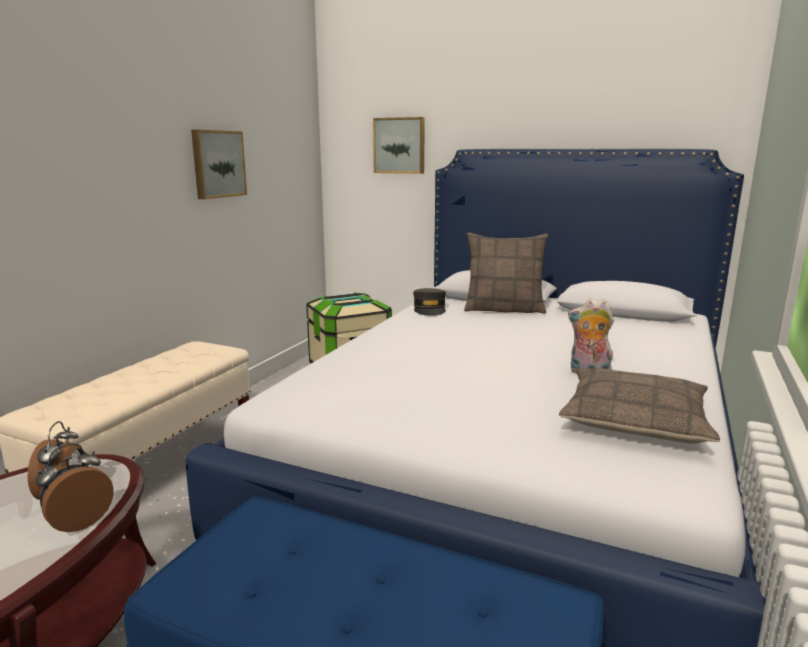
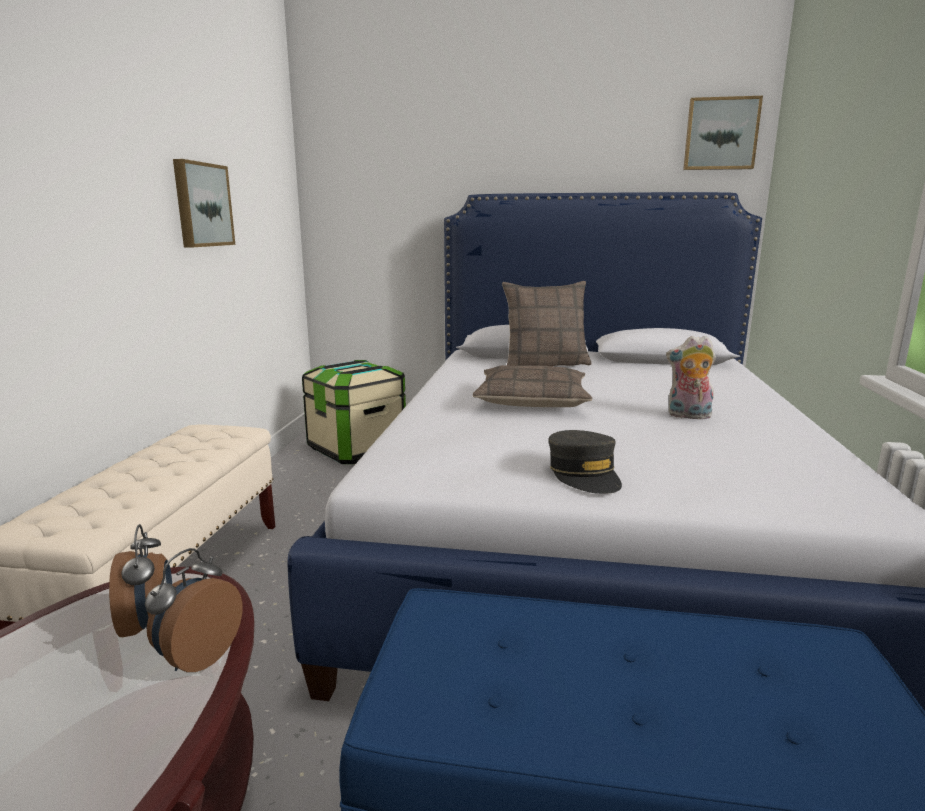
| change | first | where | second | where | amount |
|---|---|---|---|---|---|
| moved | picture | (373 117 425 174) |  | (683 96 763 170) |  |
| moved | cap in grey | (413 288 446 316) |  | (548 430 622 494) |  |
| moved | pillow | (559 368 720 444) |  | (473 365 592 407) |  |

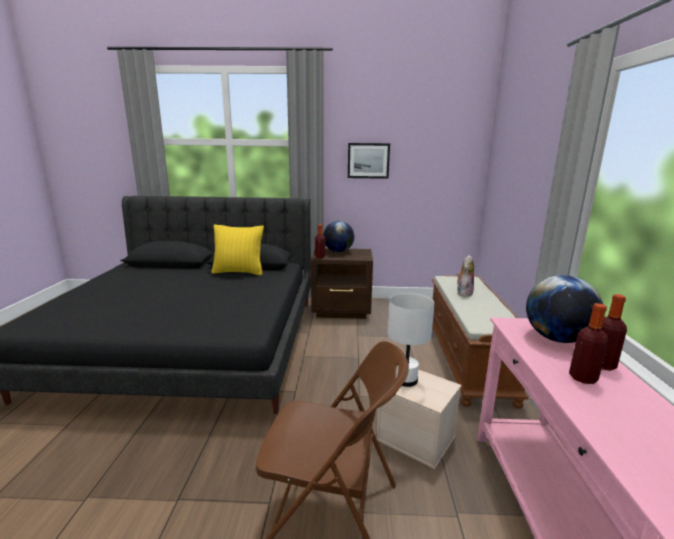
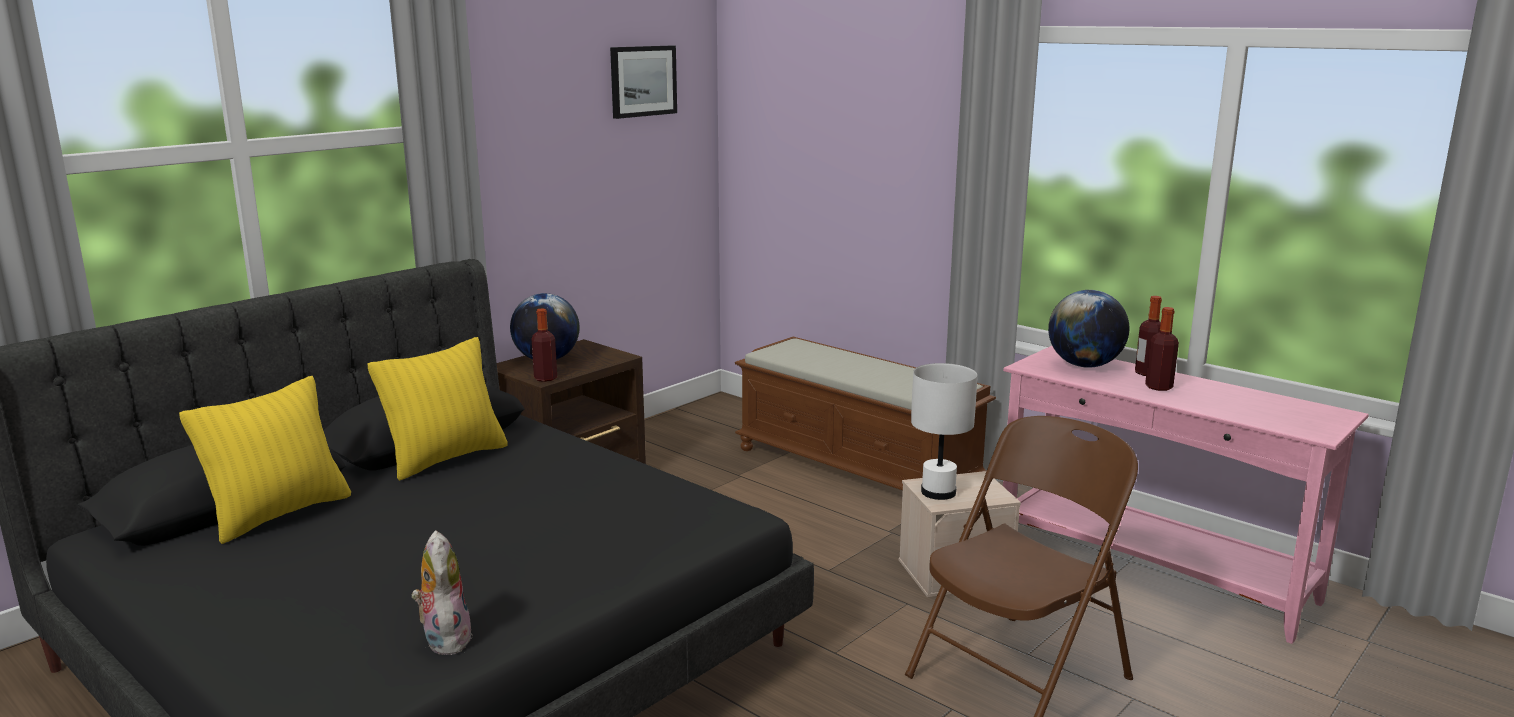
| change | first | where | second | where | amount |
|---|---|---|---|---|---|
| moved | picture | (348 143 390 179) |  | (610 46 677 119) |  |
| moved | plush toy | (457 255 474 297) |  | (411 530 473 655) |  |
| added |  |  | pillow in yellow | (179 376 351 544) |  |

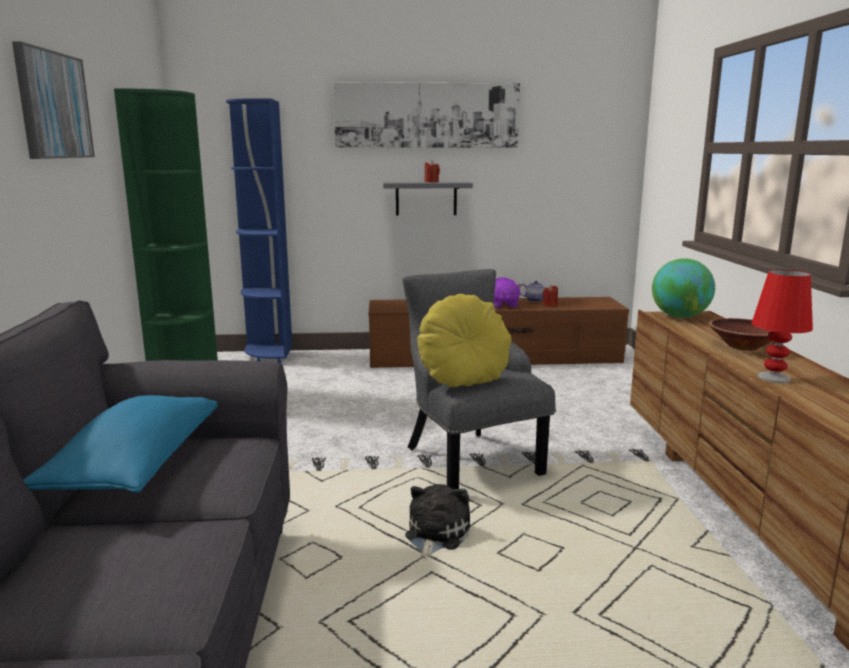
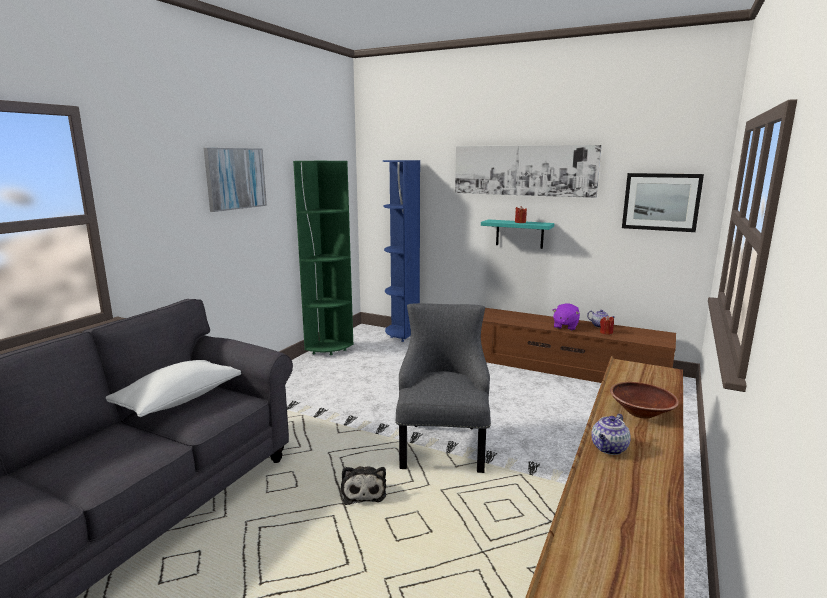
| change | first | where | second | where | amount |
|---|---|---|---|---|---|
| recoloured | pillow in blue | (23 395 218 493) | pillow in white | (106 360 241 417) |  |
| recoloured | shelf in grey | (383 182 473 215) | shelf in turquoise | (481 219 554 249) |  |
| turned | plush toy | (405 484 470 560) |  | (341 466 386 505) | 120 degrees clockwise |
| removed | pillow in yellow | (417 294 511 387) |  |  |  |
| removed | globe | (652 258 715 318) |  |  |  |
| replaced | table lamp in red | (752 269 813 383) | teapot | (591 414 631 455) |  |
| added |  |  | picture | (622 173 704 232) |  |

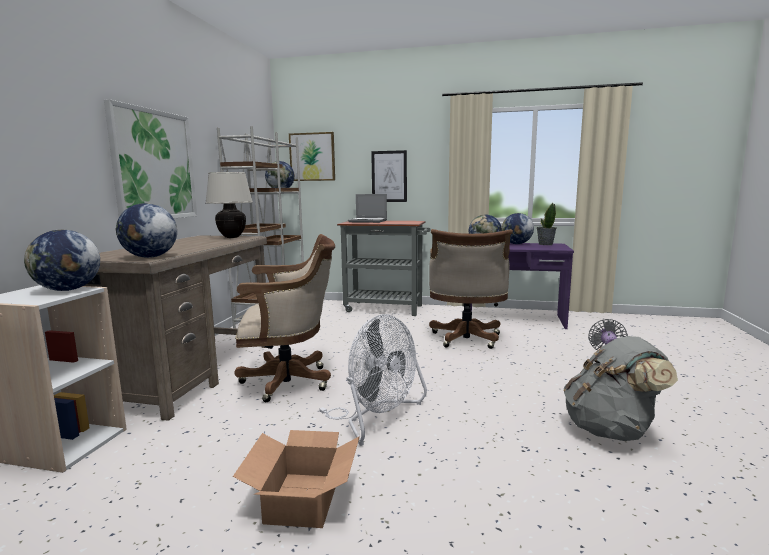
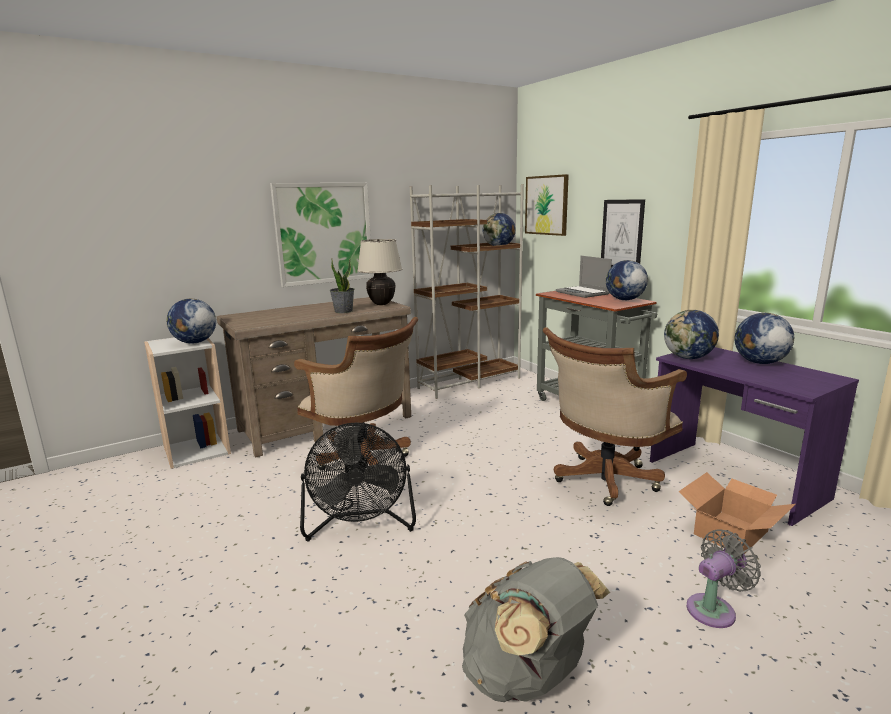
| change | first | where | second | where | amount |
|---|---|---|---|---|---|
| moved | globe | (115 203 177 258) |  | (606 260 648 300) |  |
| moved | cardboard box | (233 430 360 528) |  | (678 472 796 554) |  |
| recoloured | fan in white | (319 314 427 446) | fan in black | (300 423 416 542) |  |
| moved | potted plant | (537 203 556 245) |  | (330 259 354 313) |  |

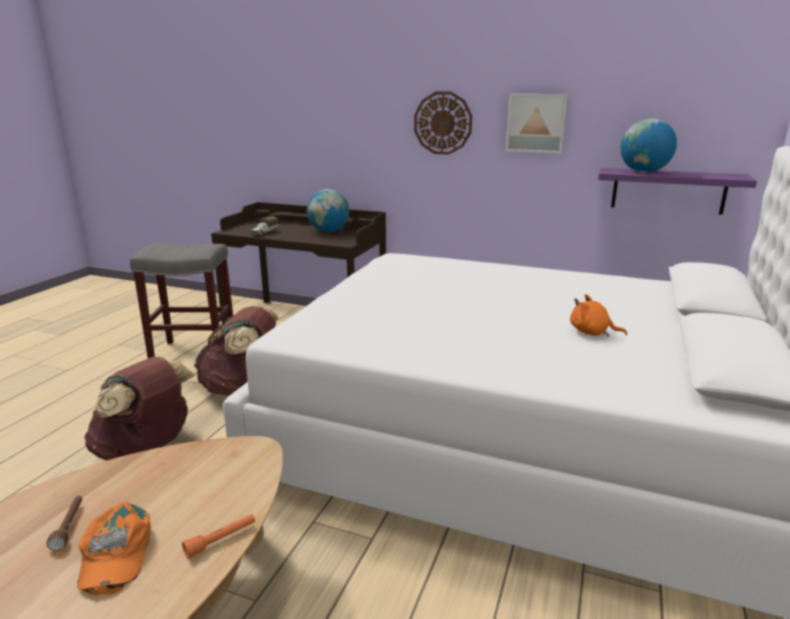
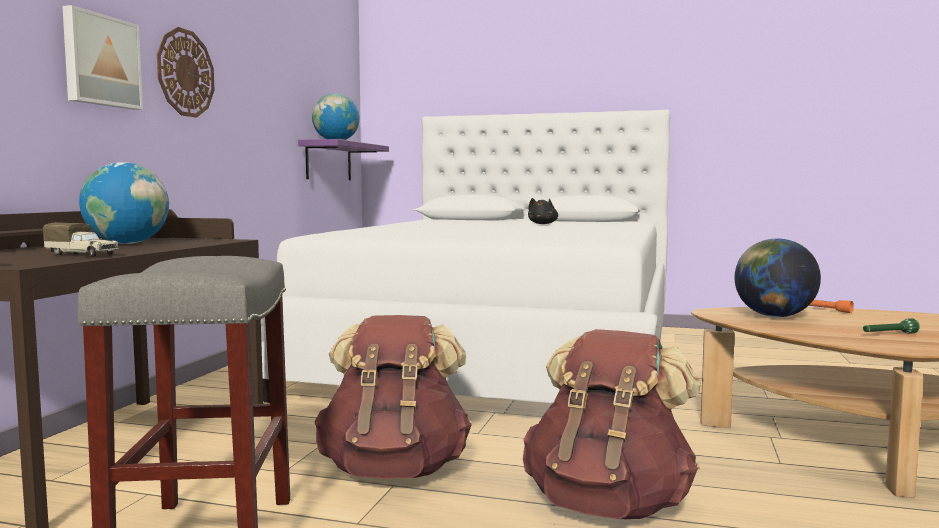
| change | first | where | second | where | amount |
|---|---|---|---|---|---|
| recoloured | flashlight in brown | (47 496 82 551) | flashlight in green | (863 318 920 334) |  |
| removed | cap in orange | (77 502 151 595) |  |  |  |
| moved | picture | (506 94 568 153) |  | (62 5 143 110) |  |
| recoloured | plush toy in orange | (570 294 627 337) | plush toy in black | (528 198 558 224) |  |
| added |  |  | globe | (735 238 821 317) |  |

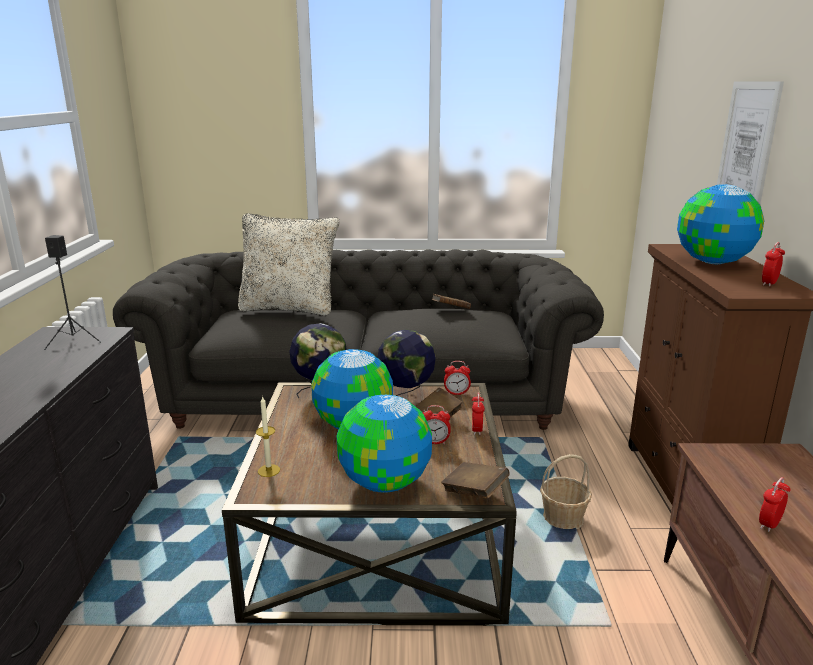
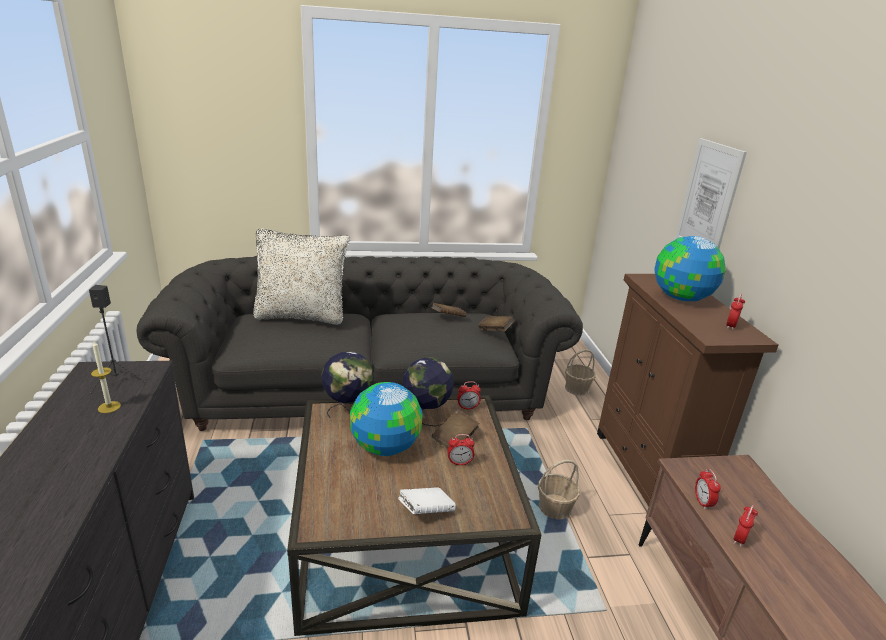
| change | first | where | second | where | amount |
|---|---|---|---|---|---|
| moved | candle | (256 396 280 477) |  | (91 341 121 413) |  |
| replaced | globe | (337 395 432 493) | book in white | (398 487 456 514) |  |
| moved | book in brown | (441 462 510 499) |  | (478 316 515 331) |  |
| moved | alarm clock | (472 392 485 435) |  | (695 469 721 510) |  |
| added |  |  | basket | (565 349 596 396) |  |

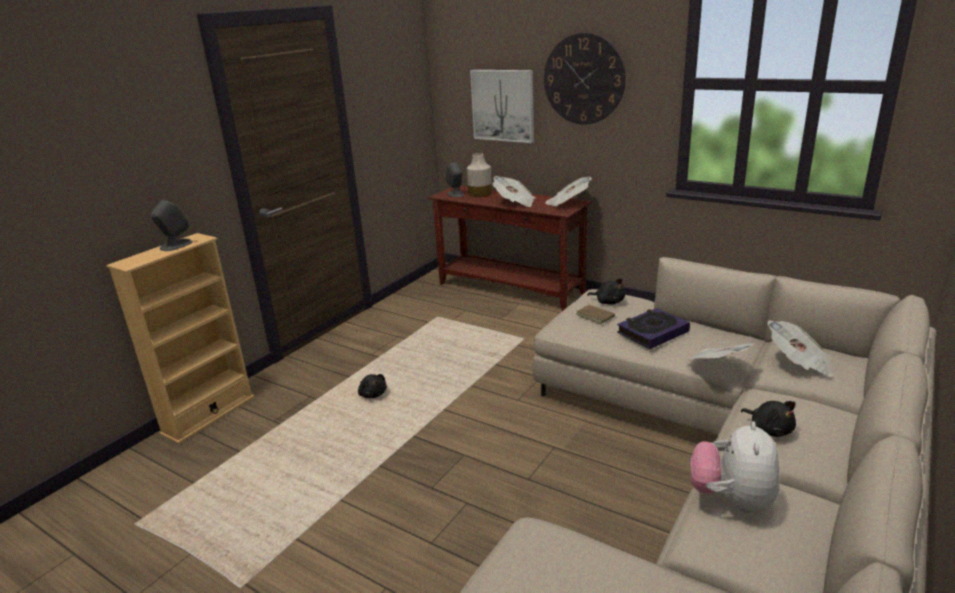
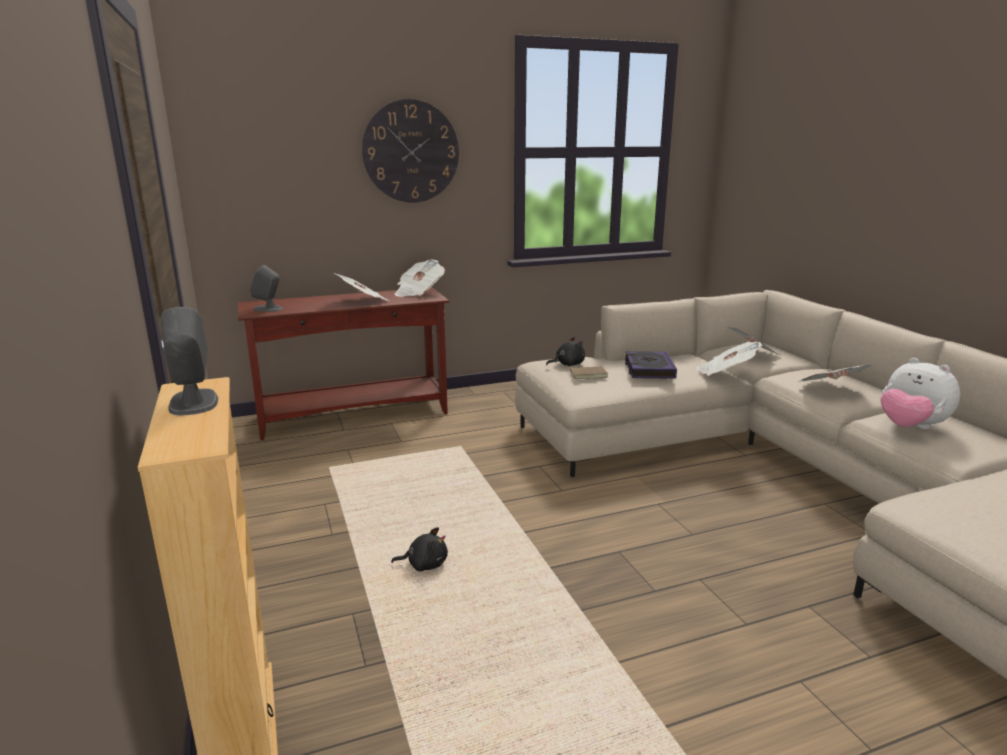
| change | first | where | second | where | amount |
|---|---|---|---|---|---|
| removed | vase in beige | (467 153 492 197) |  |  |  |
| removed | picture | (470 70 534 143) |  |  |  |
| replaced | plush toy in black | (741 401 796 437) | newspaper | (801 365 872 381) |  |

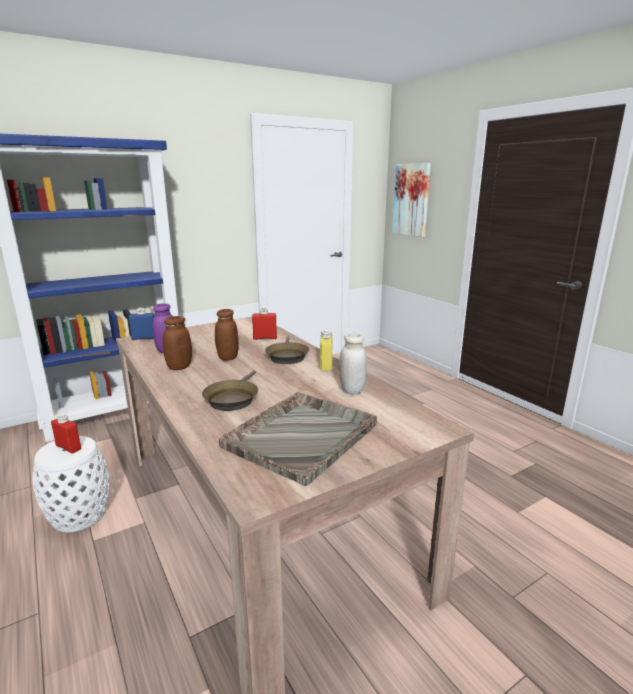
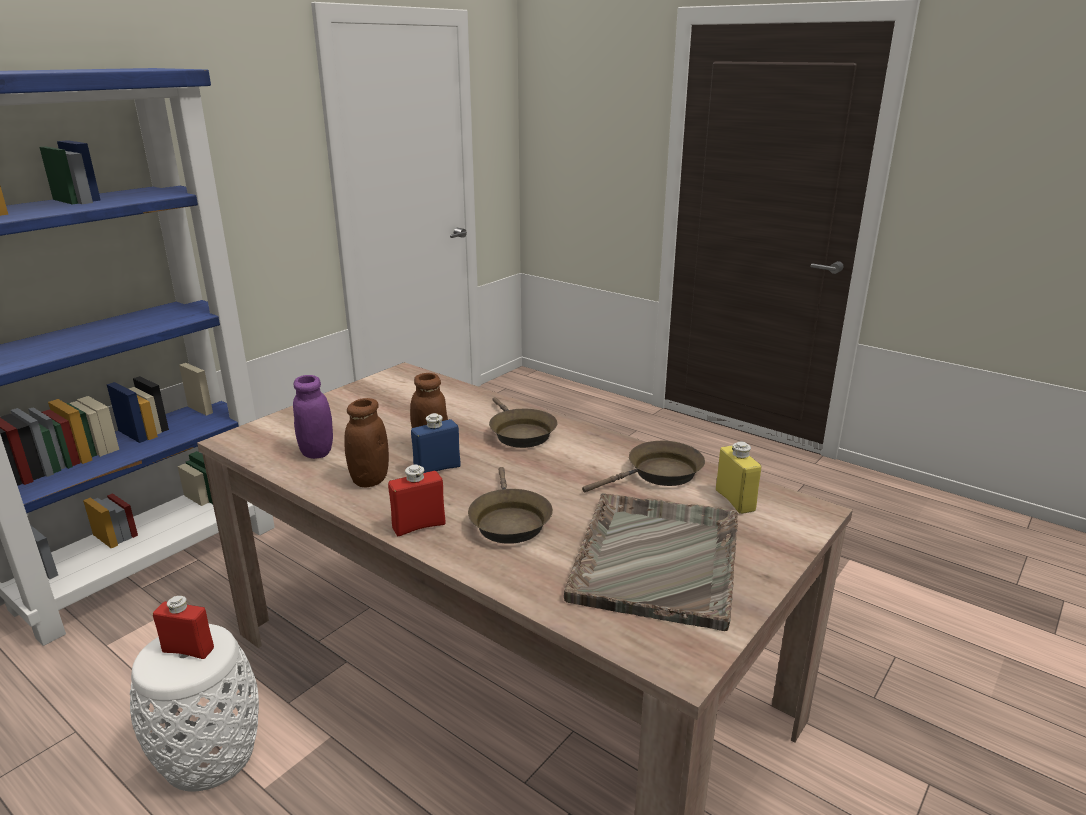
| change | first | where | second | where | amount |
|---|---|---|---|---|---|
| moved | bottle in blue | (129 307 155 340) |  | (411 413 461 473) |  |
| moved | bottle in red | (252 307 277 340) |  | (388 465 445 536) |  |
| moved | bottle in yellow | (320 330 333 371) |  | (716 442 761 514) |  |
| replaced | jar in white | (339 333 367 394) | frying pan in brown | (582 441 705 493) |  |
| removed | picture | (392 163 431 237) |  |  |  |

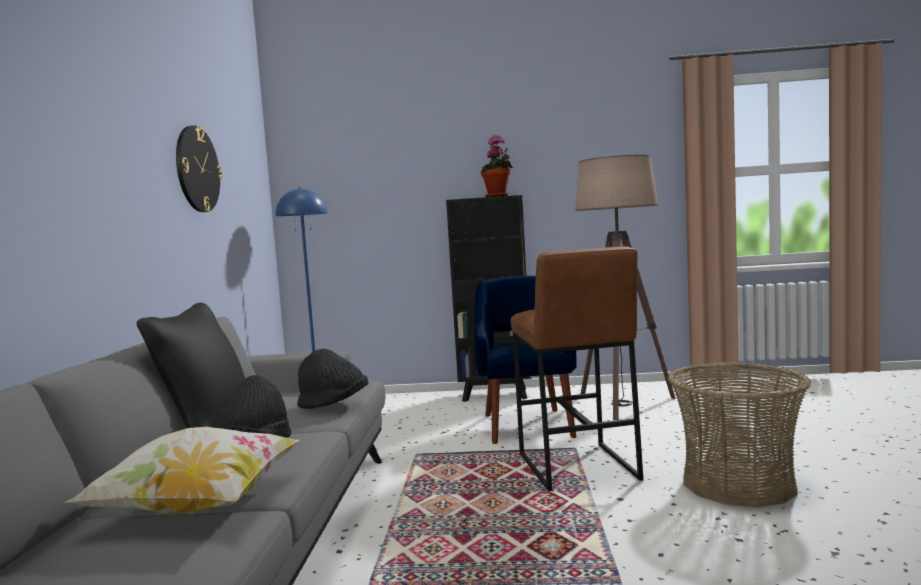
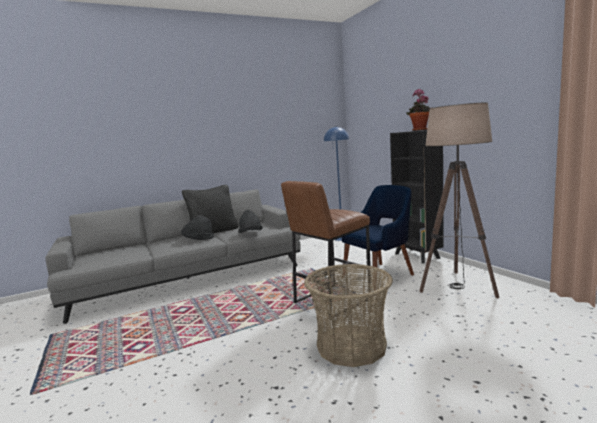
| change | first | where | second | where | amount |
|---|---|---|---|---|---|
| removed | pillow | (64 427 300 514) |  |  |  |
| removed | wall clock | (176 125 223 212) |  |  |  |

